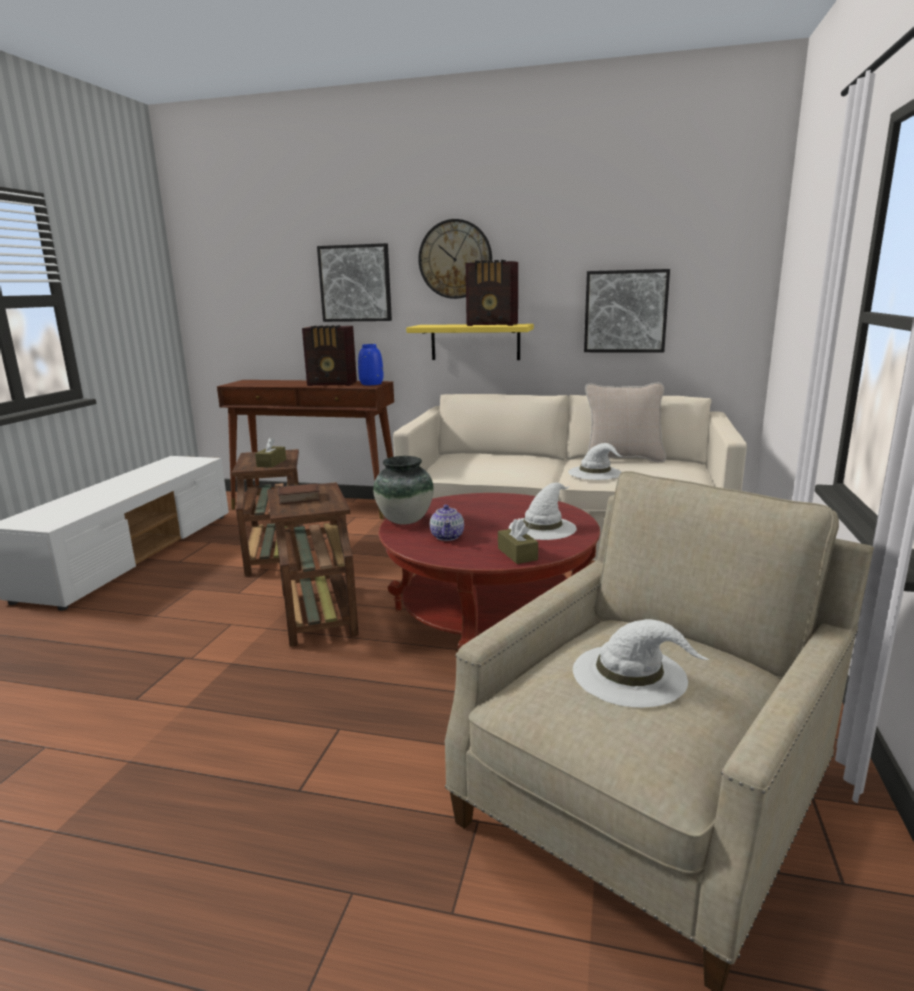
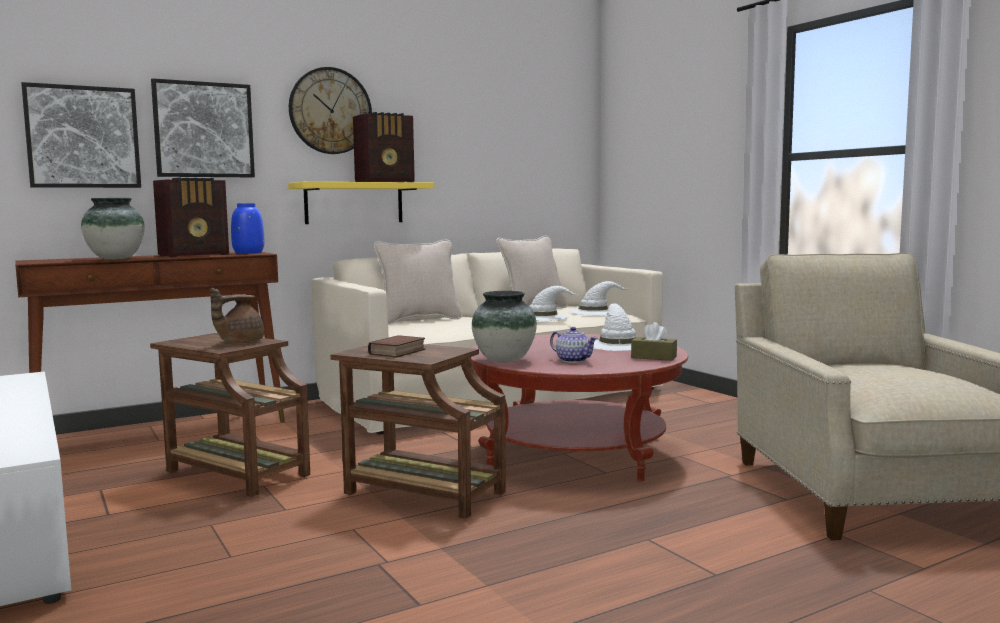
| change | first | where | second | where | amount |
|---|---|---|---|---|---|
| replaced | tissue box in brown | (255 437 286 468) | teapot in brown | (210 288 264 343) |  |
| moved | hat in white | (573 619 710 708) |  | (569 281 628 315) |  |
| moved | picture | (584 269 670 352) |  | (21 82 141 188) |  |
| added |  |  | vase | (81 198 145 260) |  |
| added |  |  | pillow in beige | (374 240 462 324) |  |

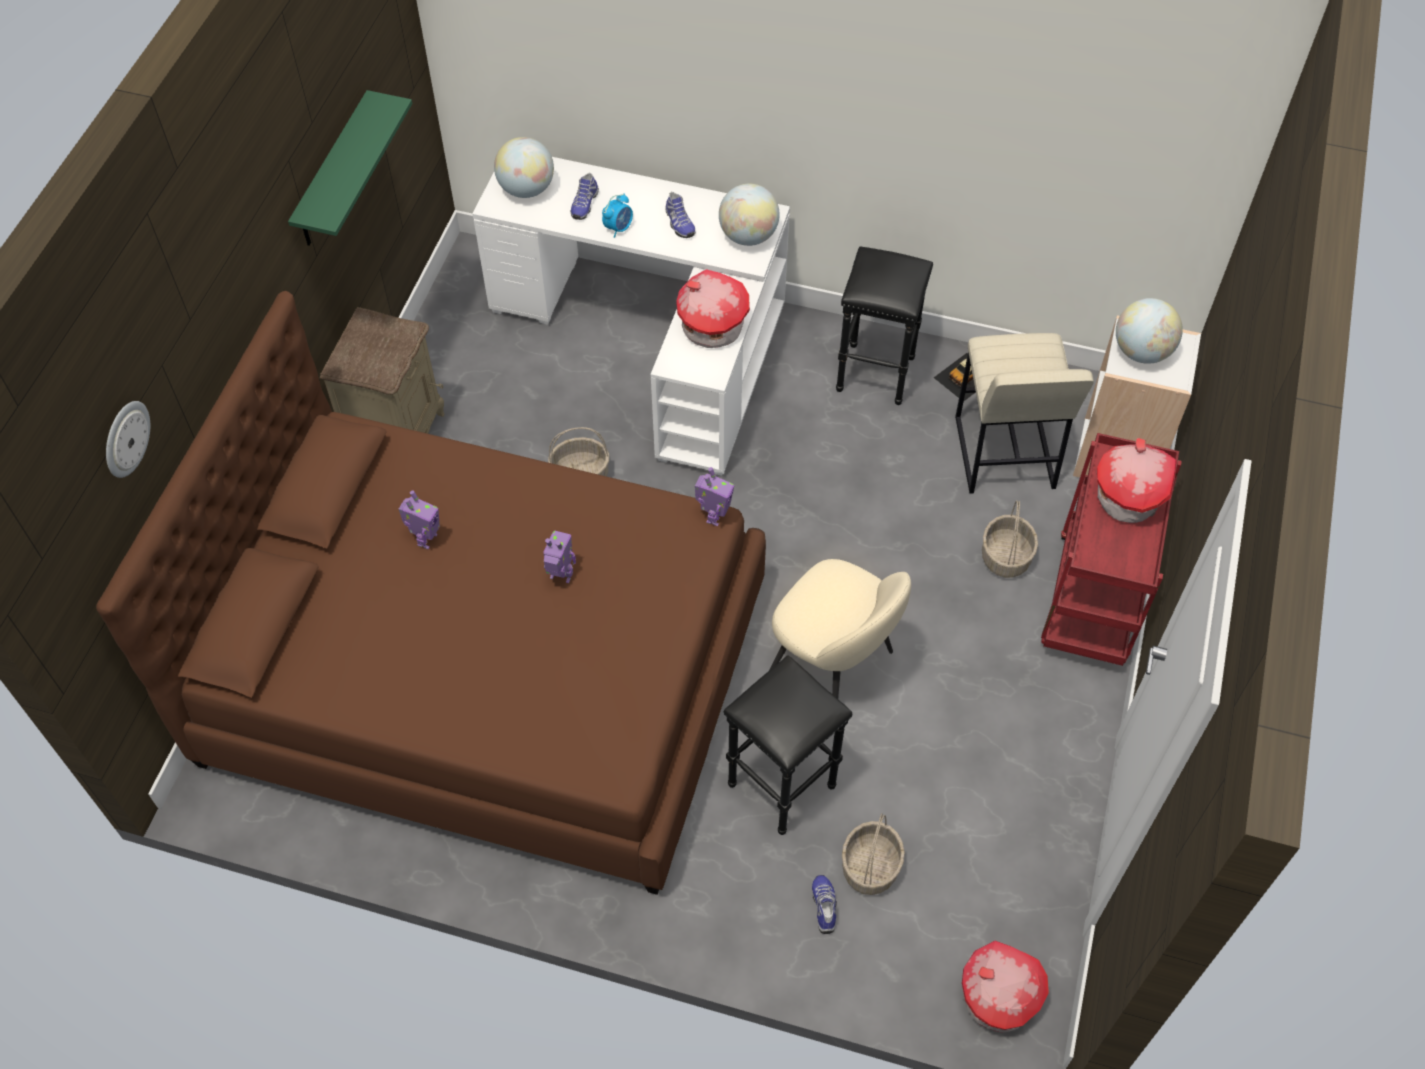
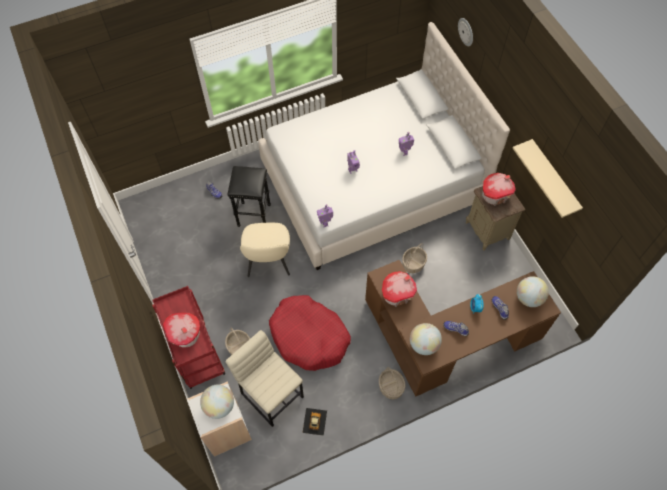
| change | first | where | second | where | amount |
|---|---|---|---|---|---|
| recoloured | bed in brown | (96 291 766 895) | bed in white | (258 22 510 270) |  |
| recoloured | shelf in green | (288 90 412 246) | shelf in beige | (513 139 583 218) |  |
| recoloured | desk in white | (472 157 790 476) | desk in brown | (365 260 561 396) |  |
| turned | chair in beige | (770 559 911 699) |  | (240 223 290 277) | 90 degrees counterclockwise |
| removed | stool in black | (836 246 933 405) |  |  |  |
| moved | basket | (842 813 905 895) |  | (379 367 405 400) |  |
| moved | toy house | (962 941 1049 1033) |  | (482 173 516 206) |  |
| added |  |  | dog bed in red | (269 295 351 371) |  |

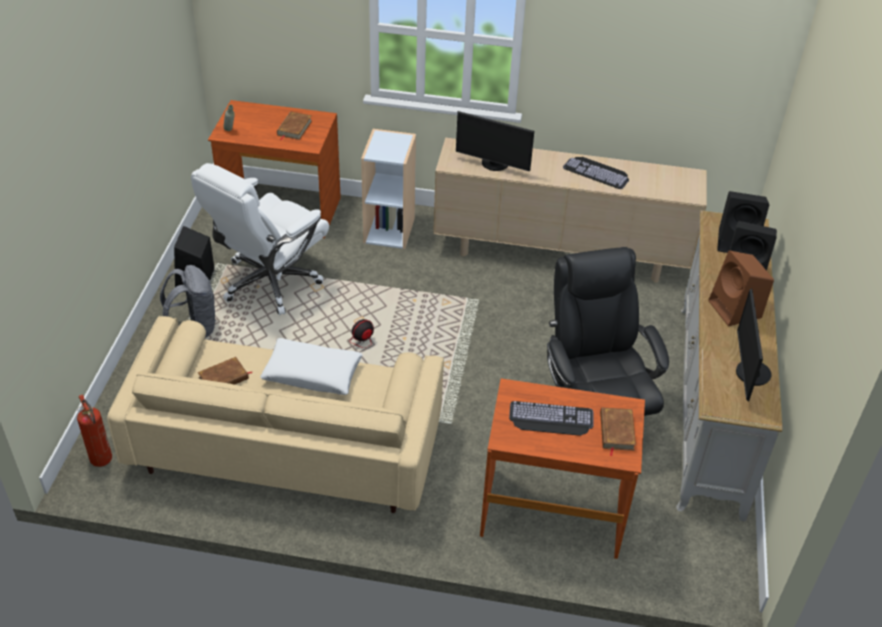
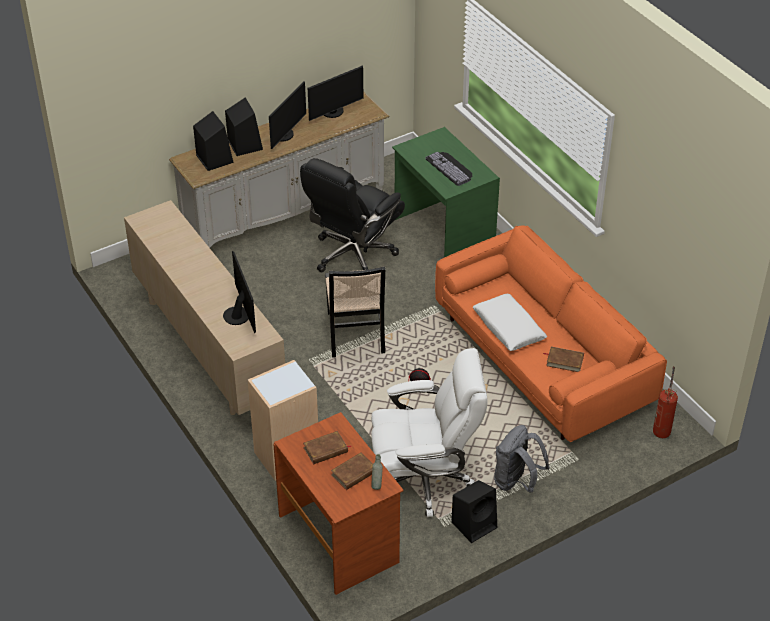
| change | first | where | second | where | amount |
|---|---|---|---|---|---|
| recoloured | sofa in beige | (107 316 444 513) | sofa in orange | (435 225 667 442) |  |
| recoloured | desk in brown | (480 378 645 559) | desk in green | (392 127 500 258) |  |
| removed | keyboard | (563 157 629 189) |  |  |  |
| moved | book in brown | (600 407 636 456) |  | (331 453 373 490) |  |
| replaced | speaker in brown | (708 250 774 326) | monitor | (269 81 306 149) |  |
| added |  |  | chair | (325 266 385 358) |  |

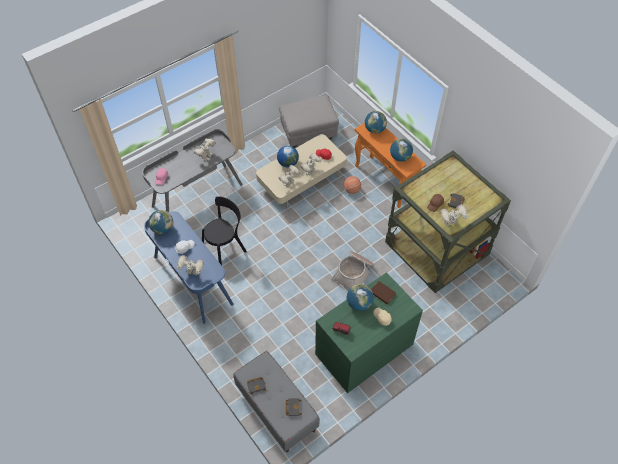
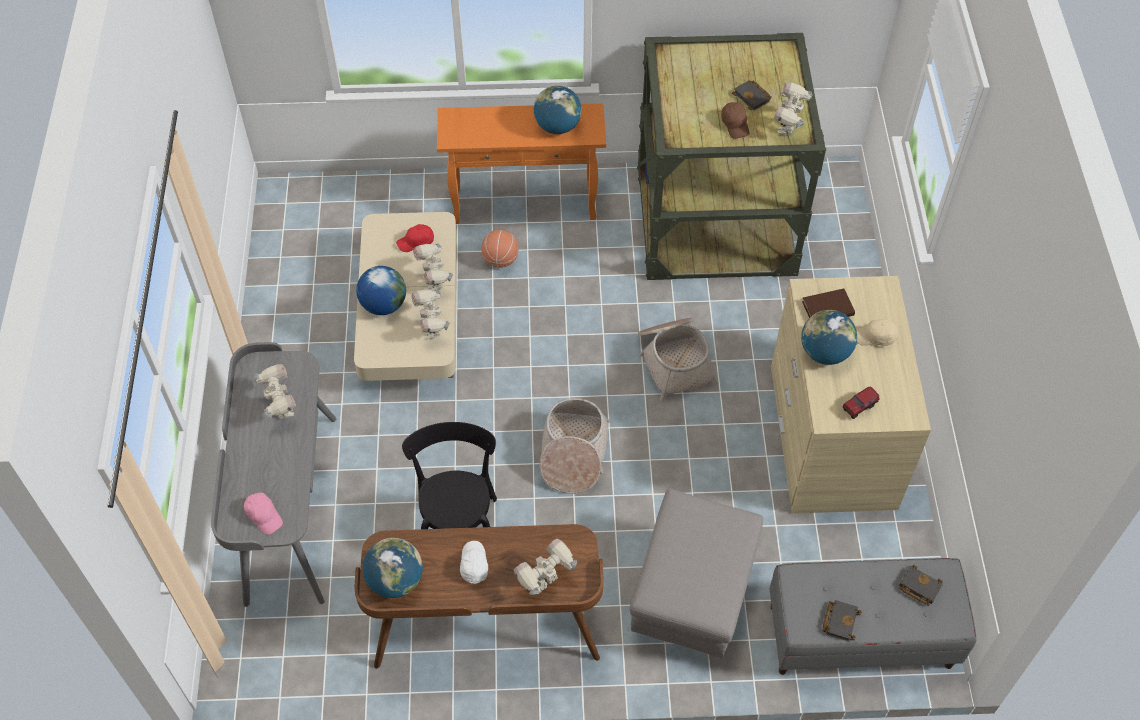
| change | first | where | second | where | amount |
|---|---|---|---|---|---|
| recoloured | desk in blue | (144 211 234 324) | desk in brown | (354 524 604 669) |  |
| moved | ottoman in grey | (279 95 339 148) |  | (629 488 763 658) |  |
| recoloured | dresser in green | (315 272 423 393) | dresser in beige | (771 276 931 514) |  |
| removed | globe | (365 111 387 133) |  |  |  |
| added |  |  | basket | (540 398 610 494) |  |

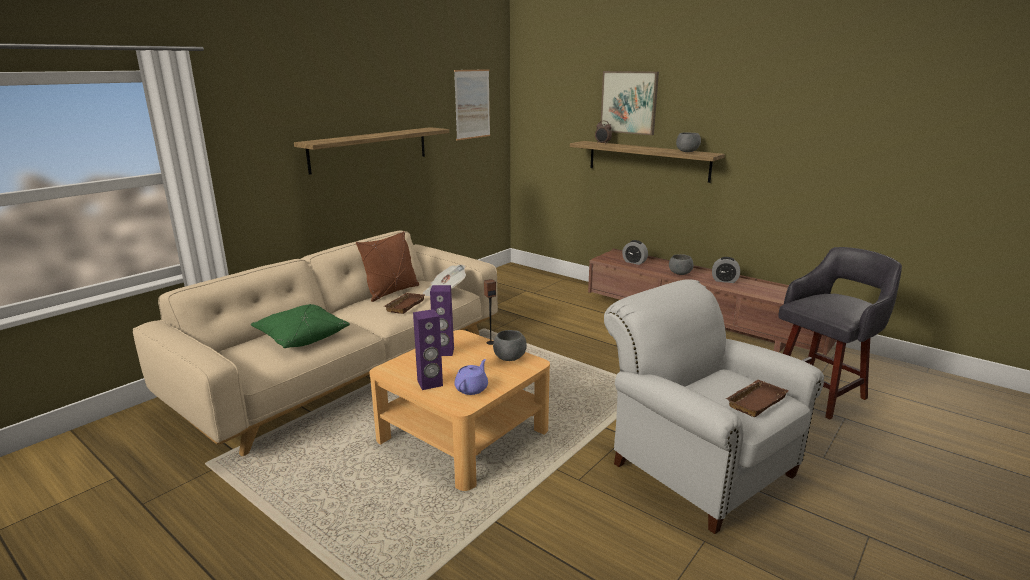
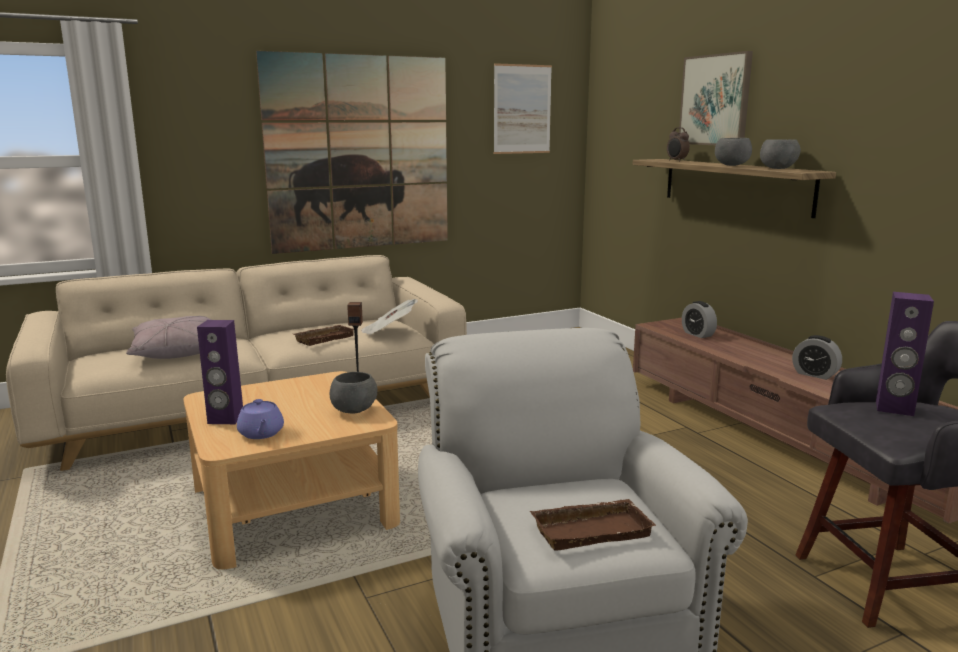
| change | first | where | second | where | amount |
|---|---|---|---|---|---|
| recoloured | pillow in green | (251 304 350 348) | pillow in purple | (126 316 212 359) |  |
| replaced | shelf | (294 127 449 175) | picture | (256 51 448 254) |  |
| removed | pillow in brown | (356 231 419 302) |  |  |  |
| moved | speaker in purple | (430 285 454 356) |  | (876 292 934 416) |  |
| turned | teapot in purple | (454 359 488 395) |  | (237 399 284 439) | 105 degrees clockwise |
| moved | bowl in grey | (669 254 693 275) |  | (715 138 752 166) |  |

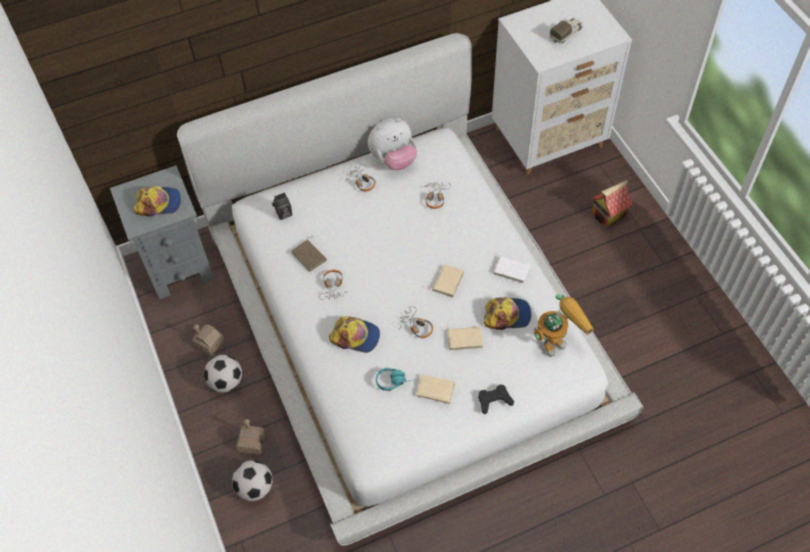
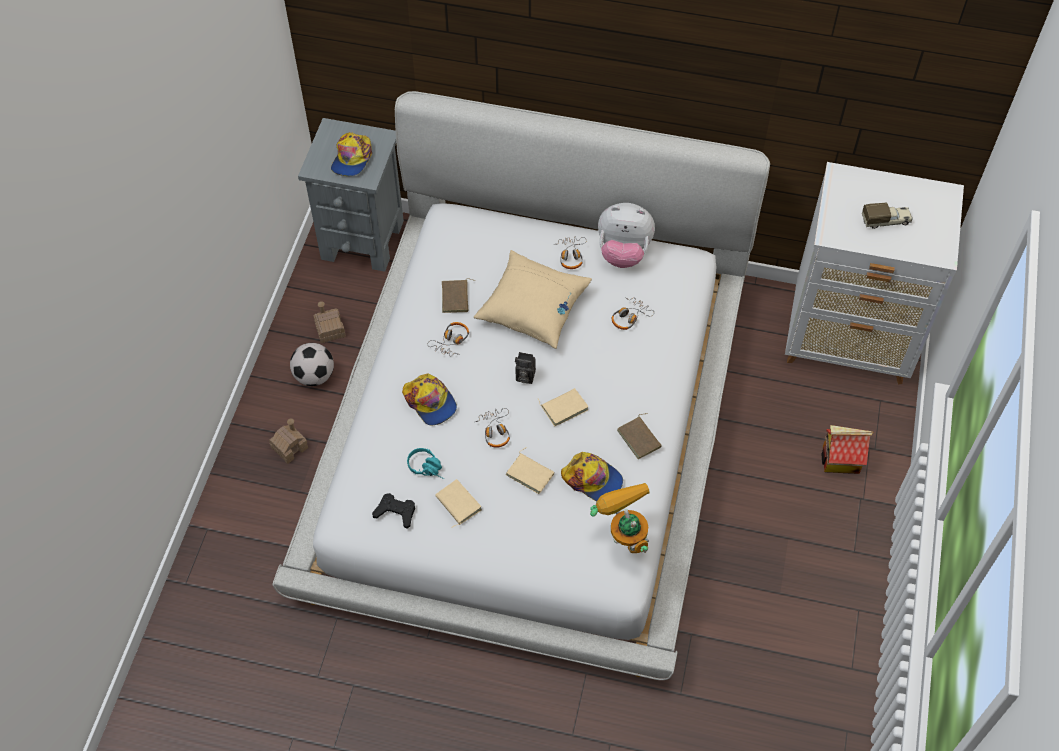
| change | first | where | second | where | amount |
|---|---|---|---|---|---|
| turned | cap | (134 186 181 217) |  | (331 132 372 176) | 75 degrees clockwise |
| removed | football | (232 460 273 501) |  |  |  |
| moved | photo camera | (272 192 292 220) |  | (515 352 536 384) |  |
| moved | game controller in black | (478 385 514 414) |  | (372 493 415 529) |  |
| recoloured | book in white | (493 251 530 284) | book in brown | (617 413 662 459) |  |
| turned | toy robot | (534 294 594 357) |  | (590 483 650 553) | 120 degrees counterclockwise |
| added |  |  | pillow in beige | (474 250 592 349) |  |

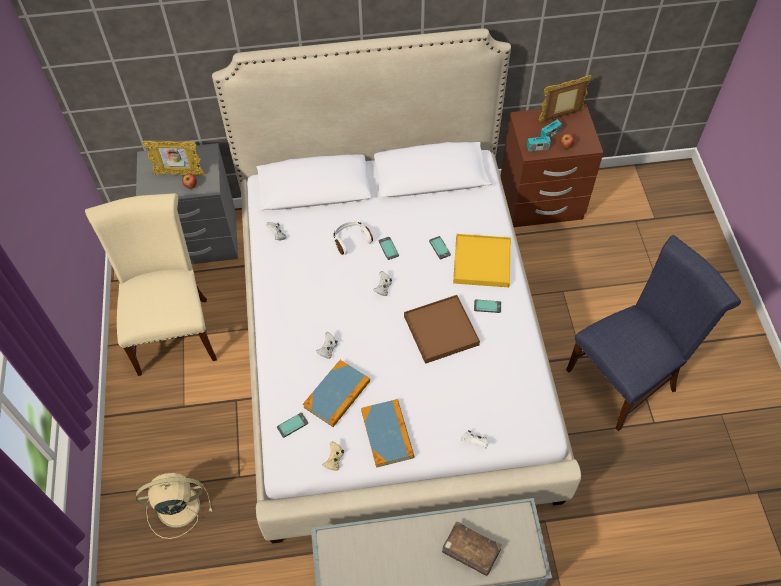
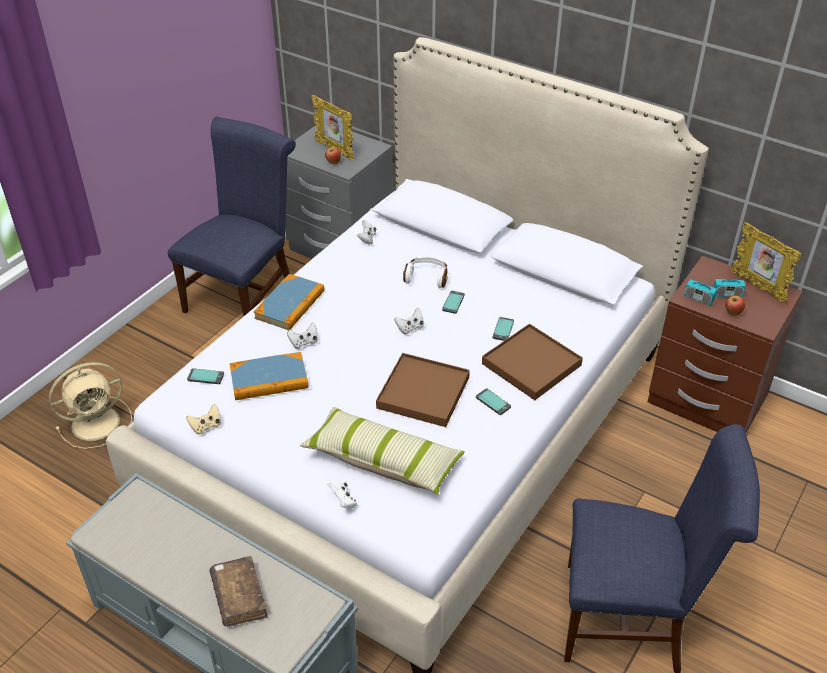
| change | first | where | second | where | amount |
|---|---|---|---|---|---|
| recoloured | chair in beige | (85 193 217 376) | chair in blue | (168 117 296 316) |  |
| turned | fan in beige | (136 473 212 539) |  | (49 362 132 449) | 120 degrees clockwise |
| moved | book | (361 399 414 468) |  | (254 274 325 331) |  |
| recoloured | tray in yellow | (453 234 511 287) | tray in brown | (482 324 583 400) |  |
| turned | picture frame | (539 75 592 122) |  | (731 222 801 303) | 150 degrees counterclockwise |
| added |  |  | pillow | (300 407 465 494) |  |

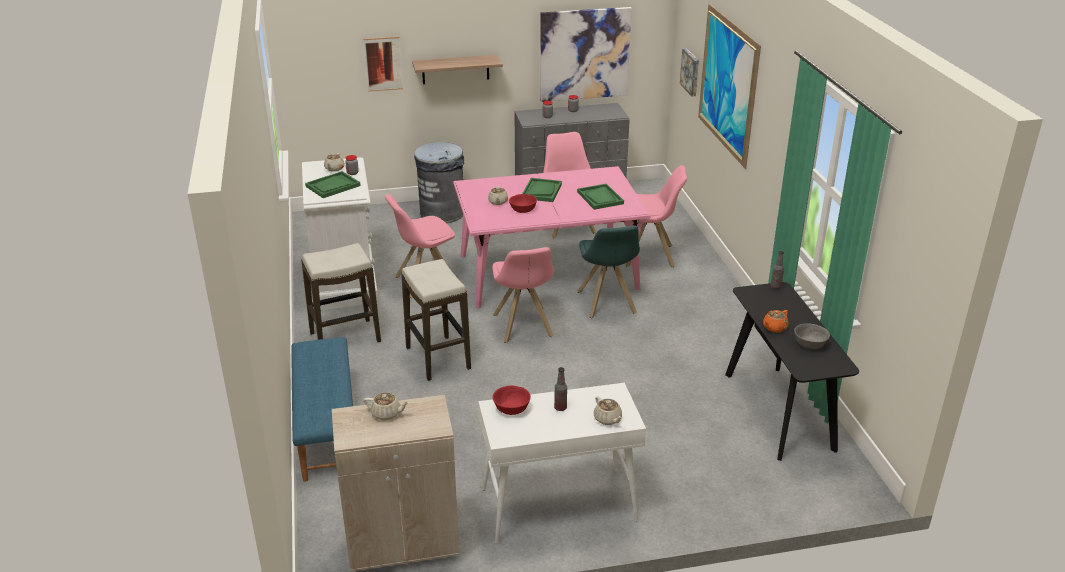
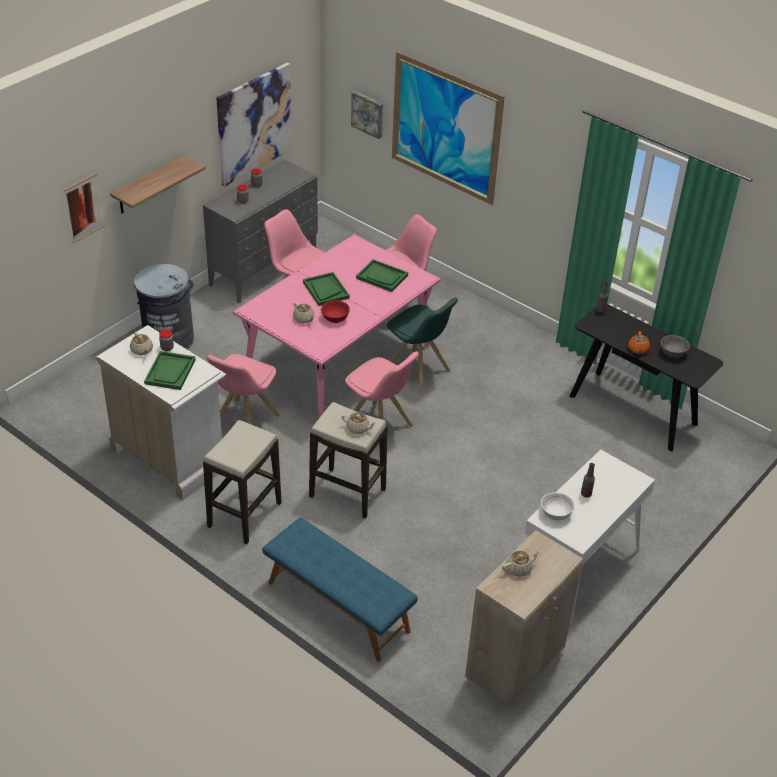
| change | first | where | second | where | amount |
|---|---|---|---|---|---|
| recoloured | bowl in red | (492 385 531 415) | bowl in white | (541 492 575 521) |  |
| moved | teapot in beige | (594 396 623 425) |  | (342 412 377 434) |  |

